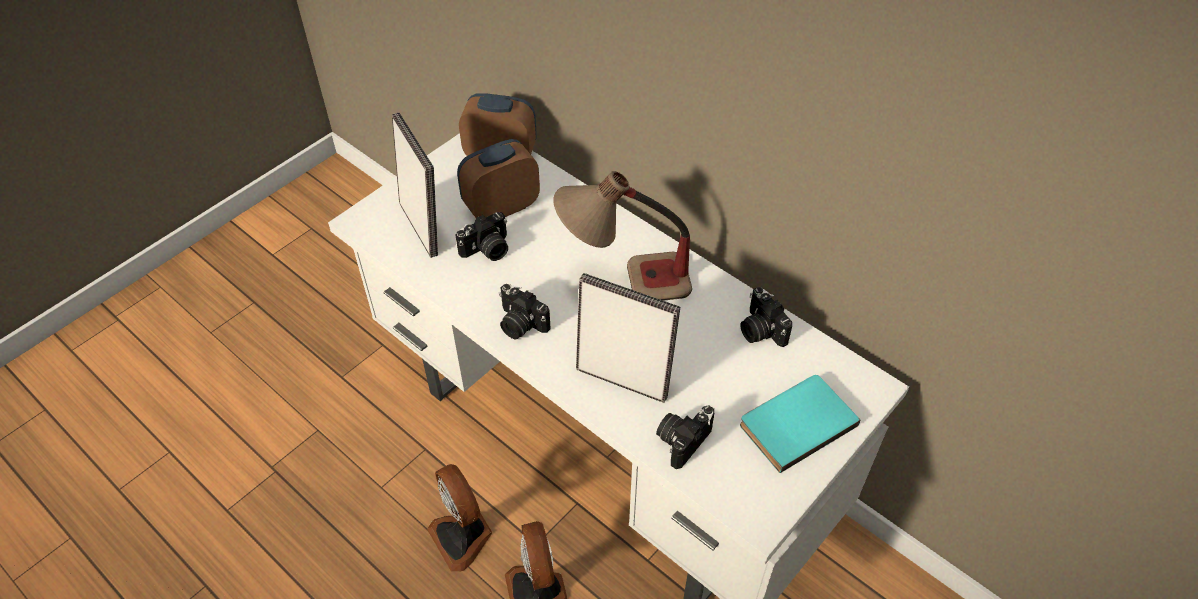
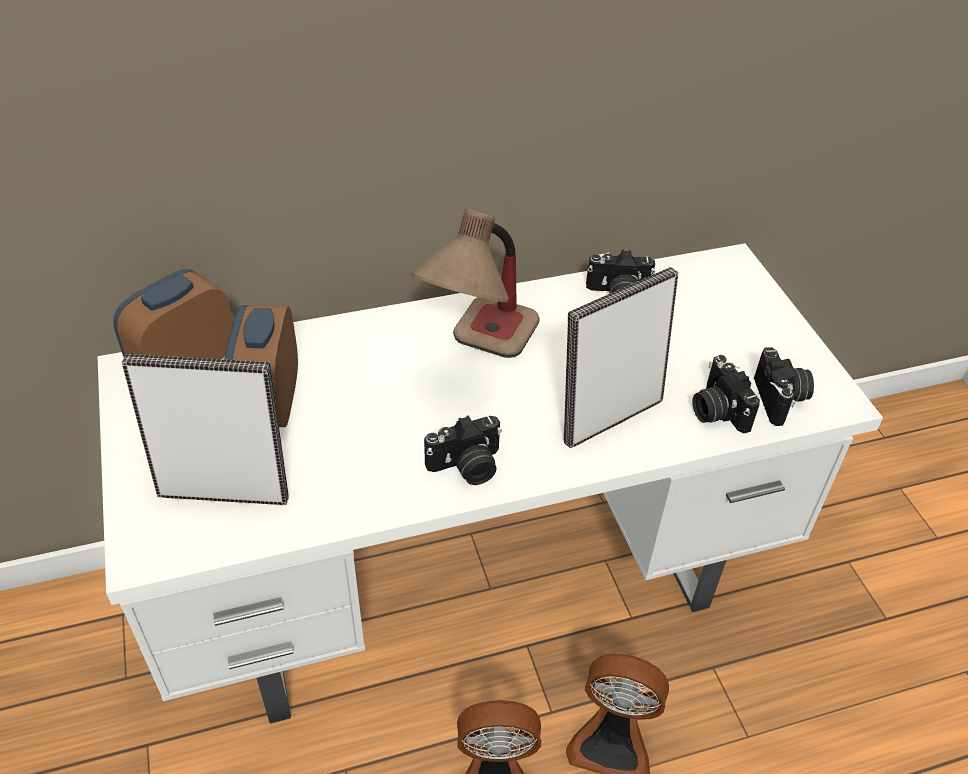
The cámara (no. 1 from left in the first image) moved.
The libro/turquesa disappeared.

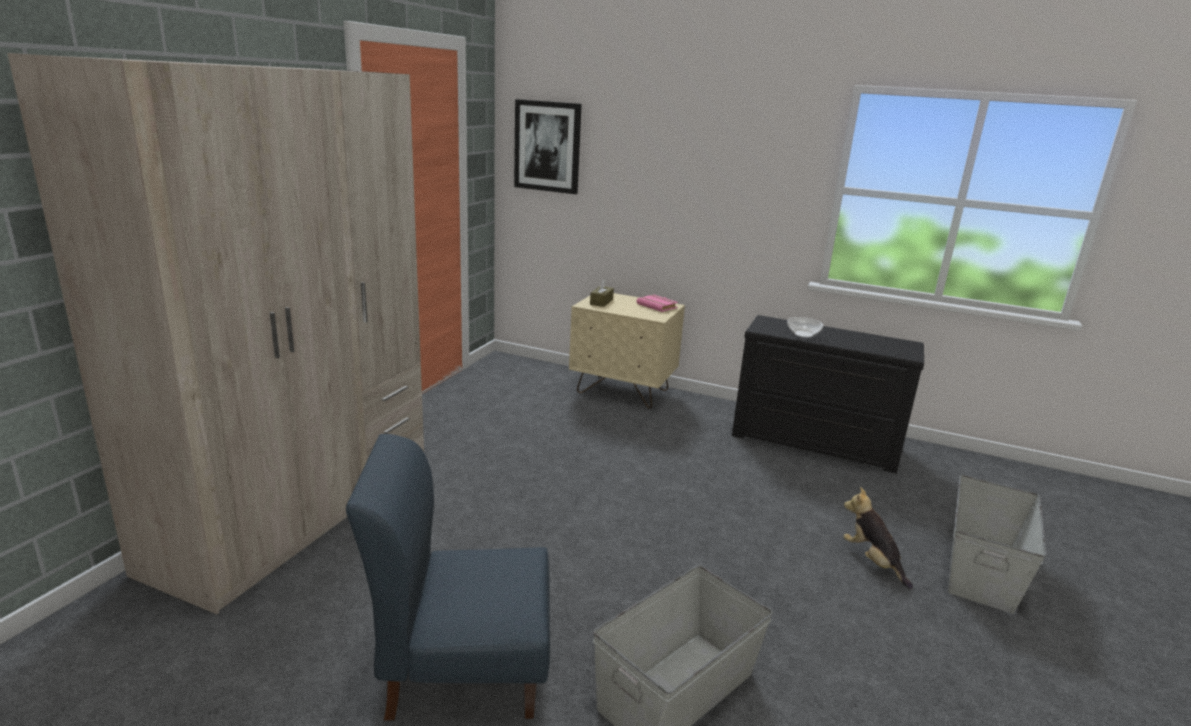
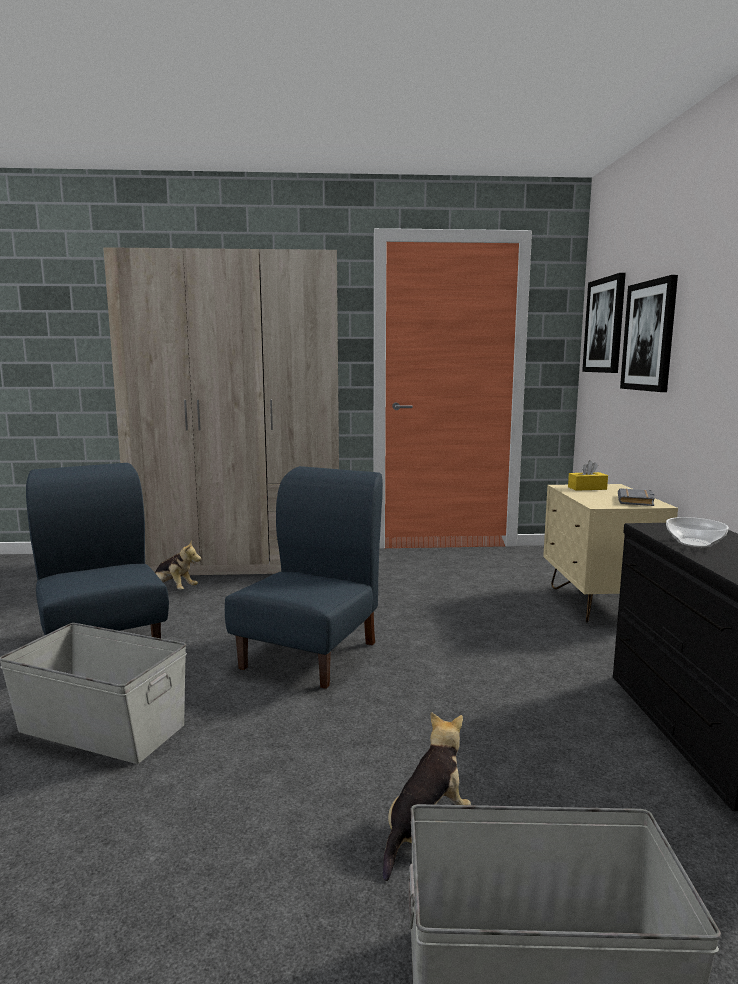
The caja de pañuelos/marrón became the caja de pañuelos/amarillo.
The libro/rosa became the libro/gris.
The cuadro (no. 2 from left) appeared.
The silla/azul (no. 2 from left) appeared.
The peluche (no. 1 from left) appeared.

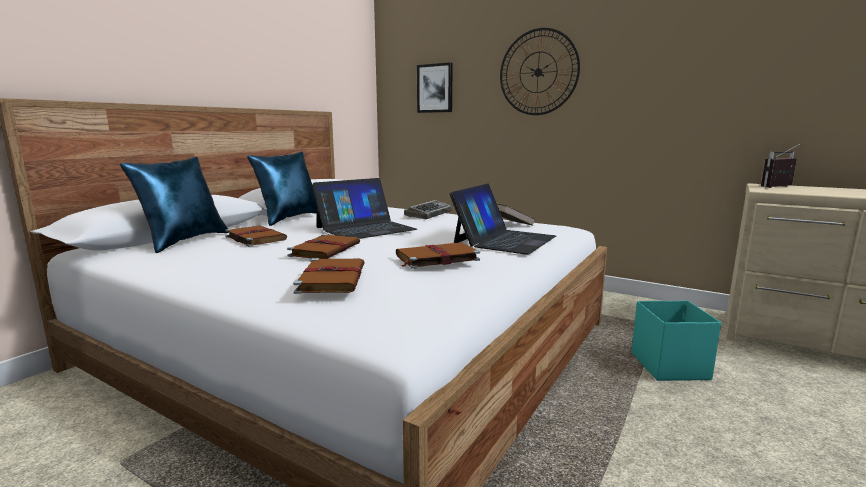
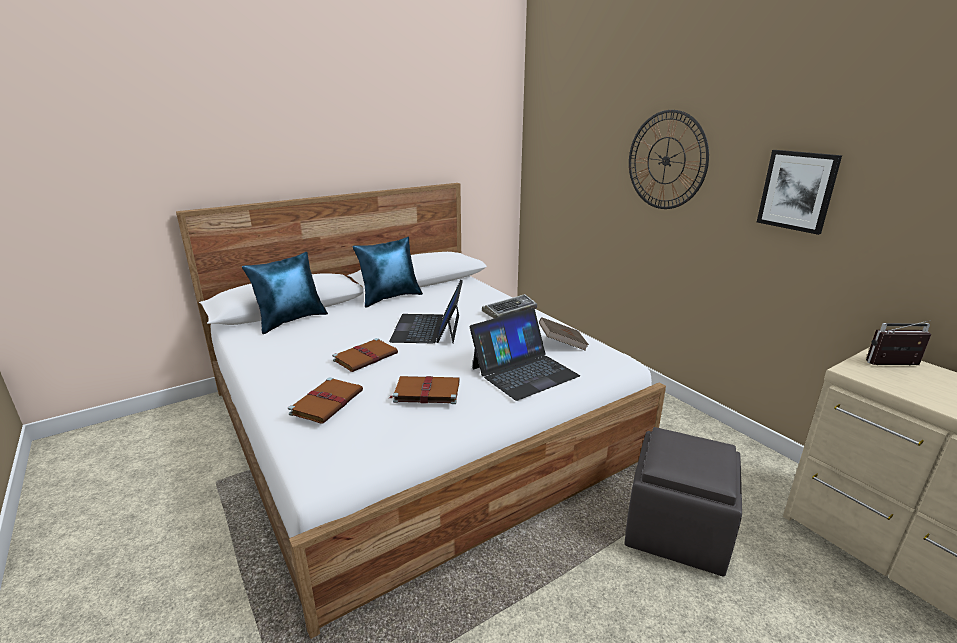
The cuadro moved.
The portátil (no. 1 from left) turned 105 degrees clockwise.
The libro/marrón (no. 1 from left) disappeared.
The caja de almacenaje/turquesa was replaced by the puf/gris.

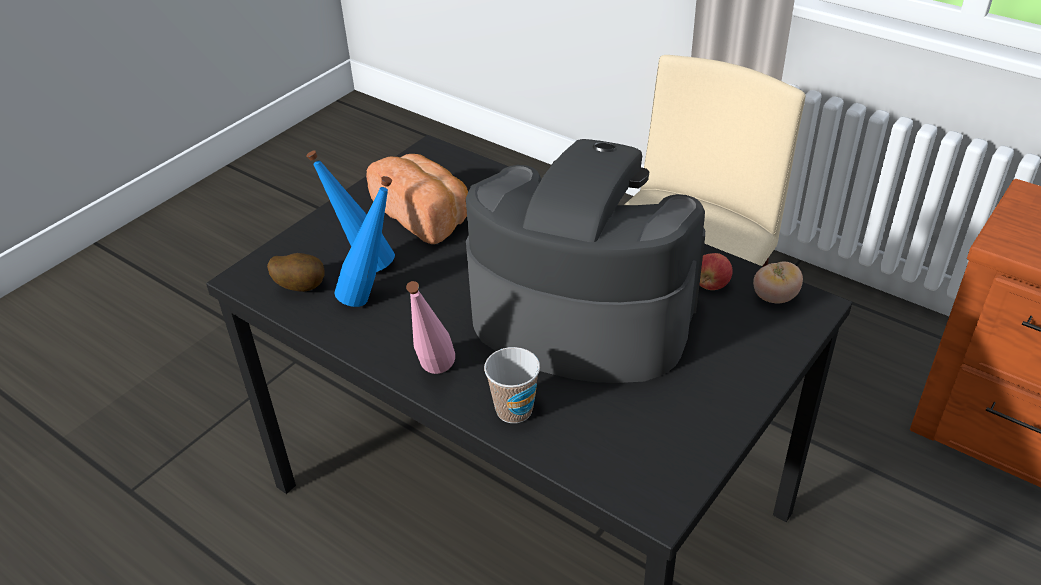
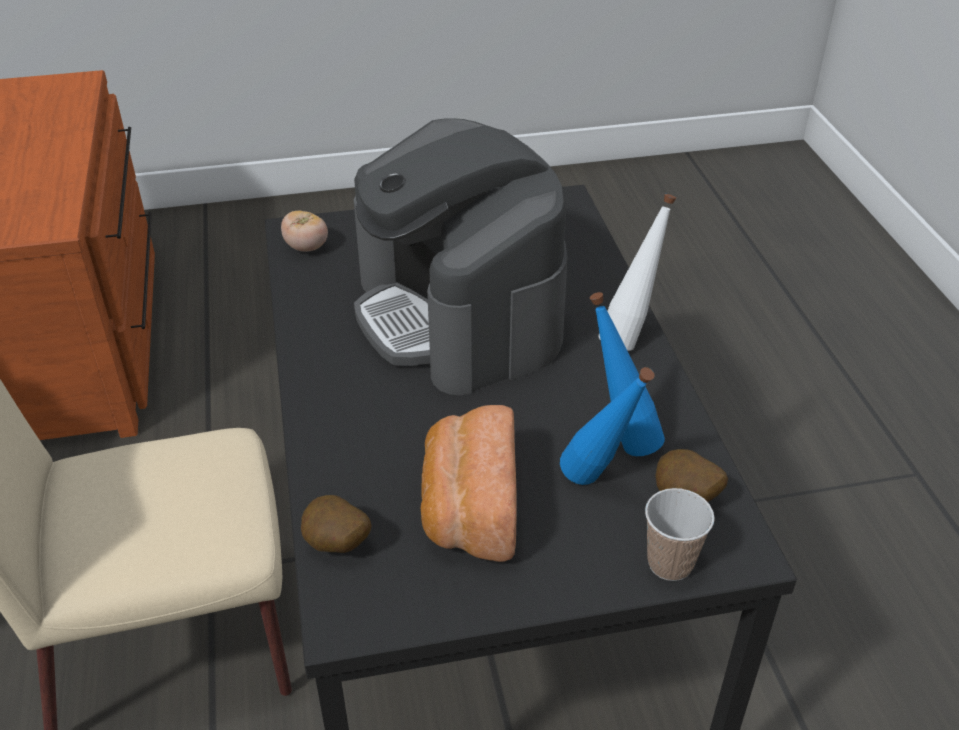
The manzana disappeared.
The botella/rosa became the botella/blanco.
The taza moved.
The patata (no. 1 from left) appeared.

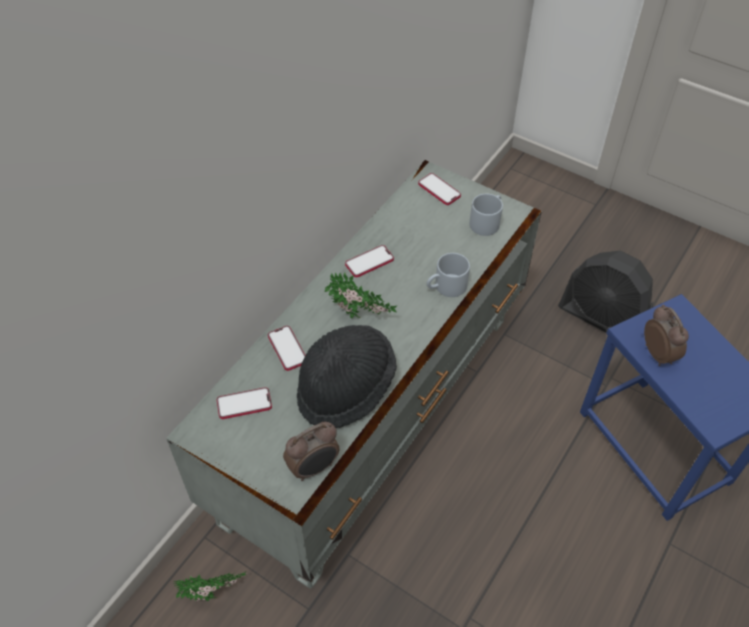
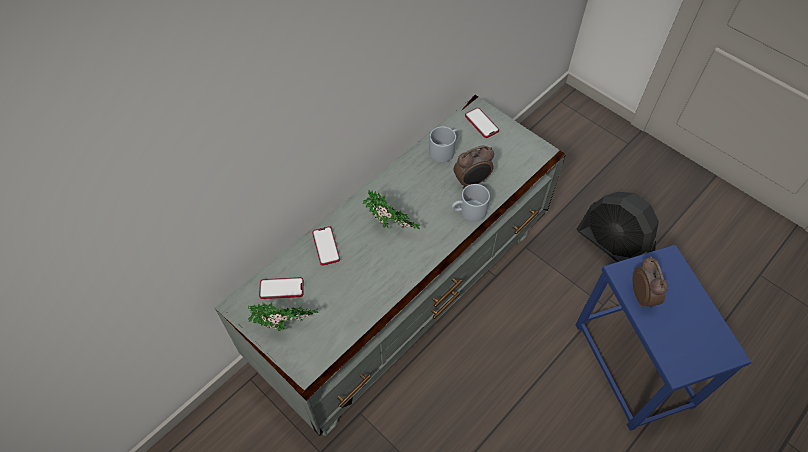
The taza grande/gris (no. 2 from left in the first image) moved.
The móvil (no. 3 from left) disappeared.
The sombrero/negro disappeared.
The despertador (no. 1 from left) moved.
The planta en maceta (no. 1 from left) moved.

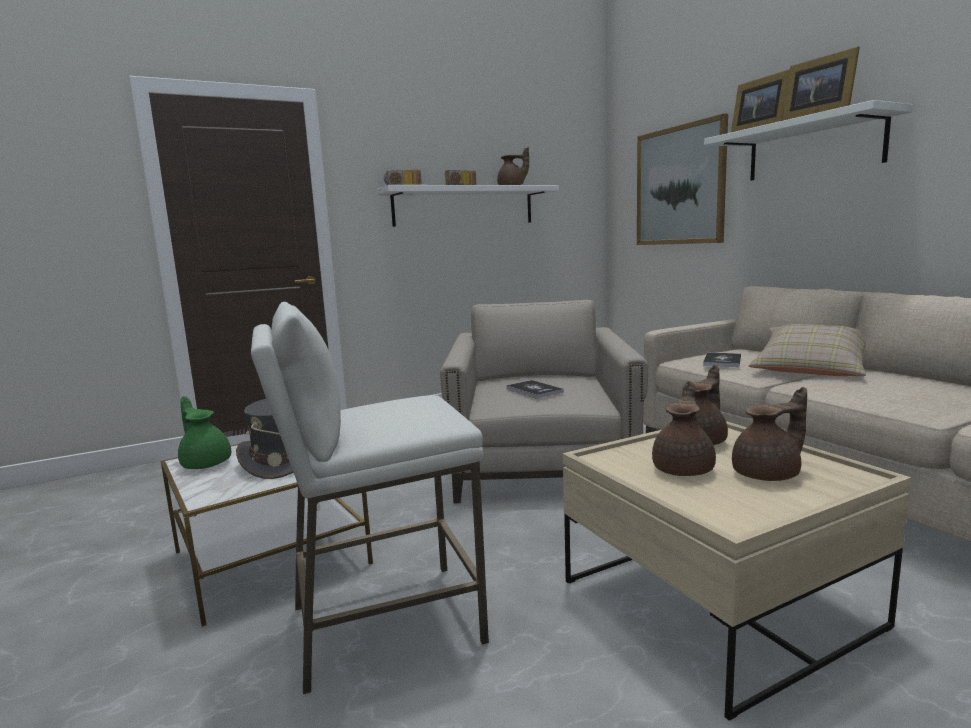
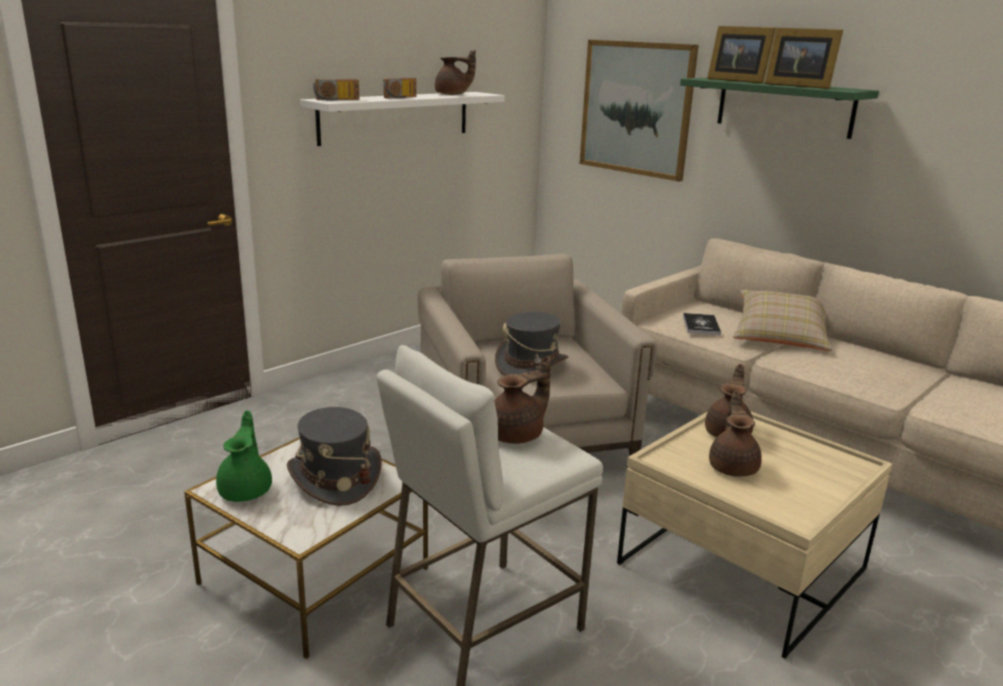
The estante/blanco (no. 2 from left) became the estante/verde.
The libro (no. 1 from left) was replaced by the sombrero/gris (no. 2 from left).
The tetera/marrón (no. 4 from left in the first image) moved.
The tetera/verde turned 60 degrees clockwise.

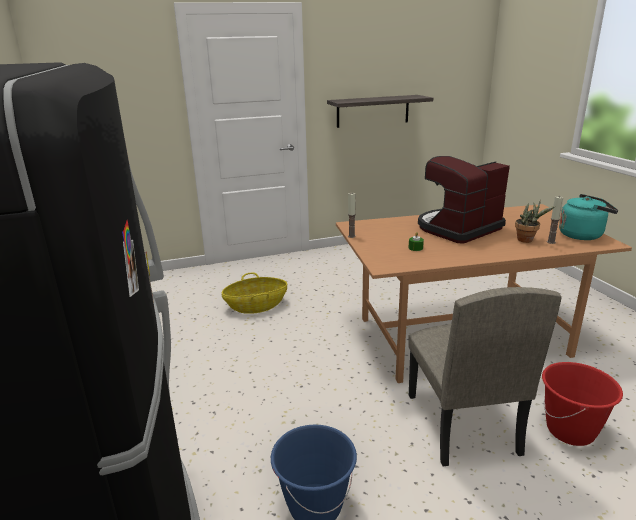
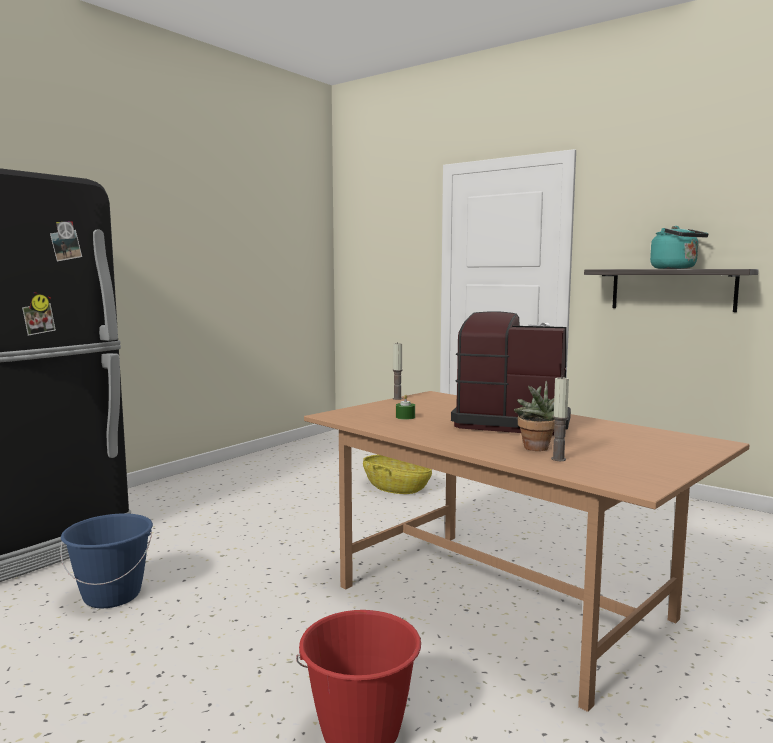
The hervidor/turquesa moved.
The silla/beis disappeared.

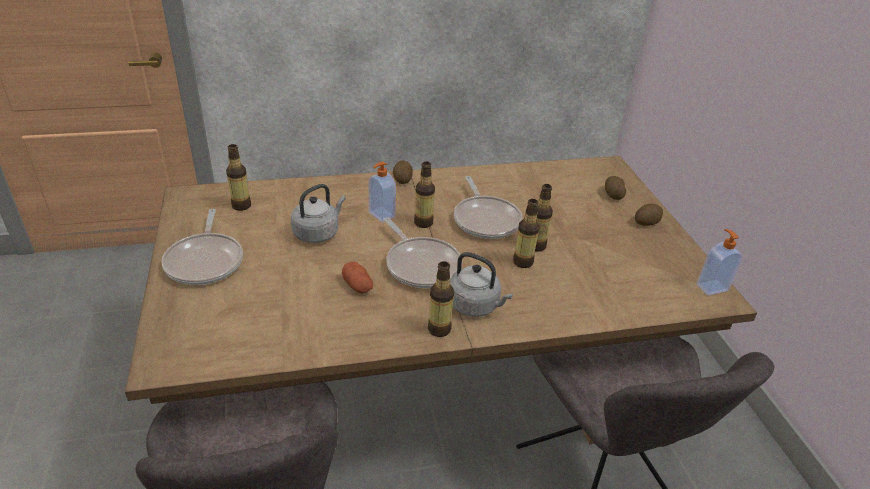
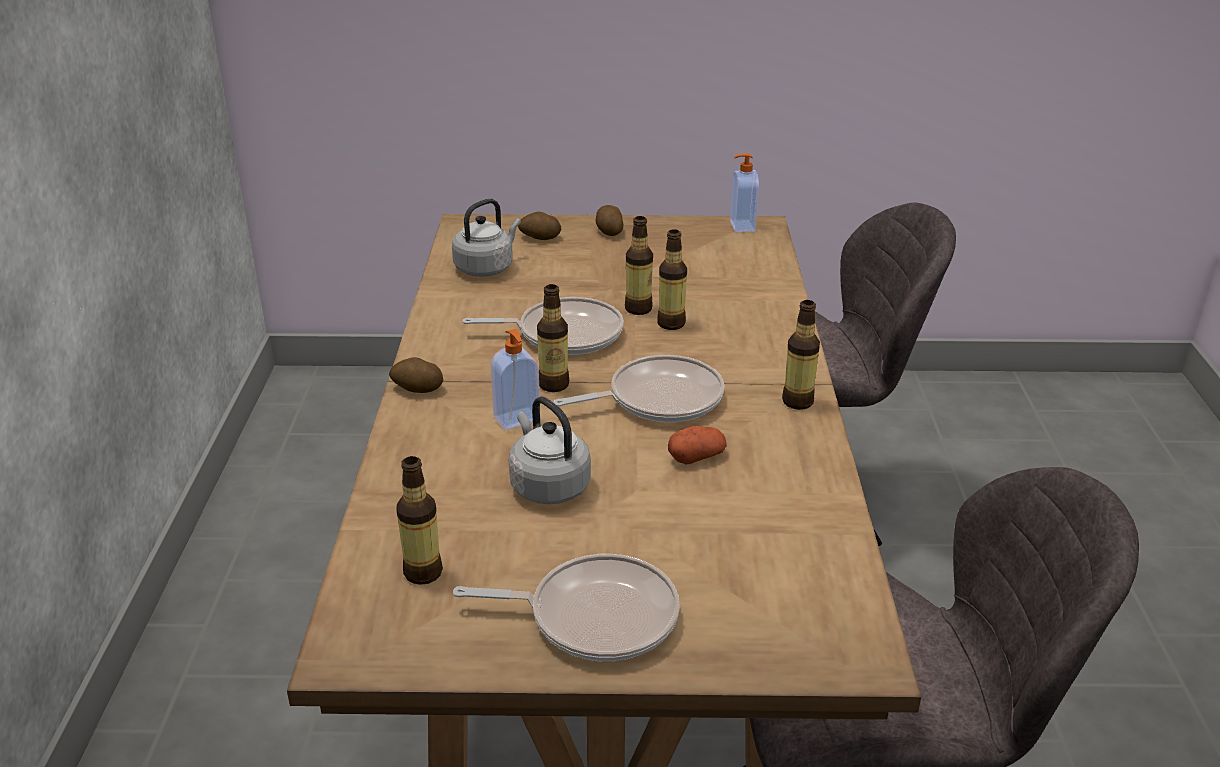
The hervidor/gris (no. 2 from left in the first image) moved.

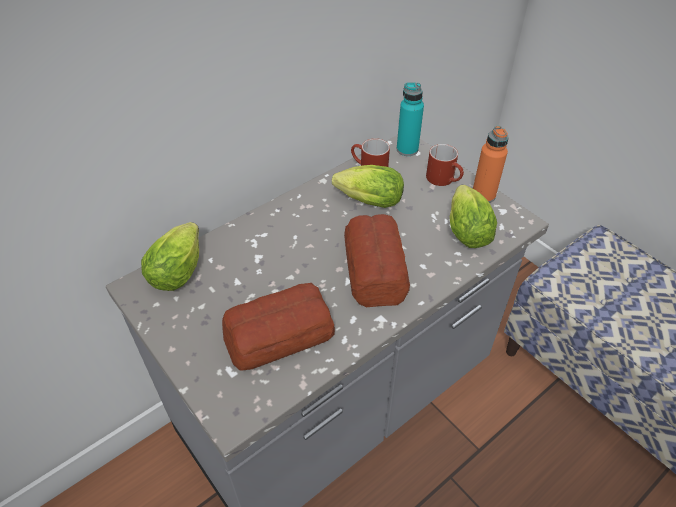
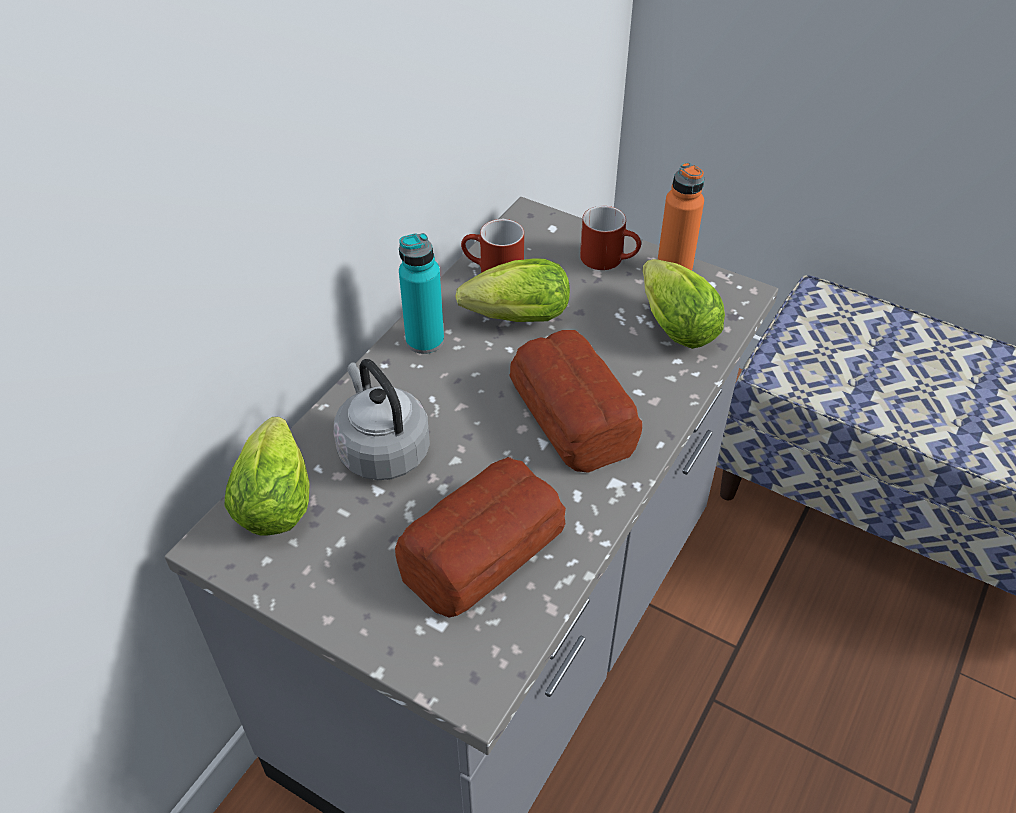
The botella/turquesa moved.
The hervidor/gris appeared.

